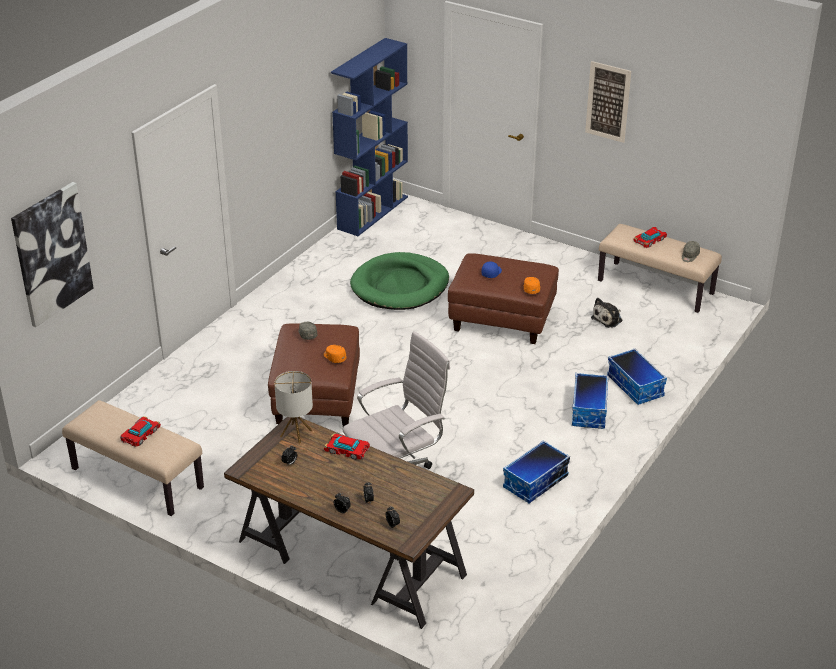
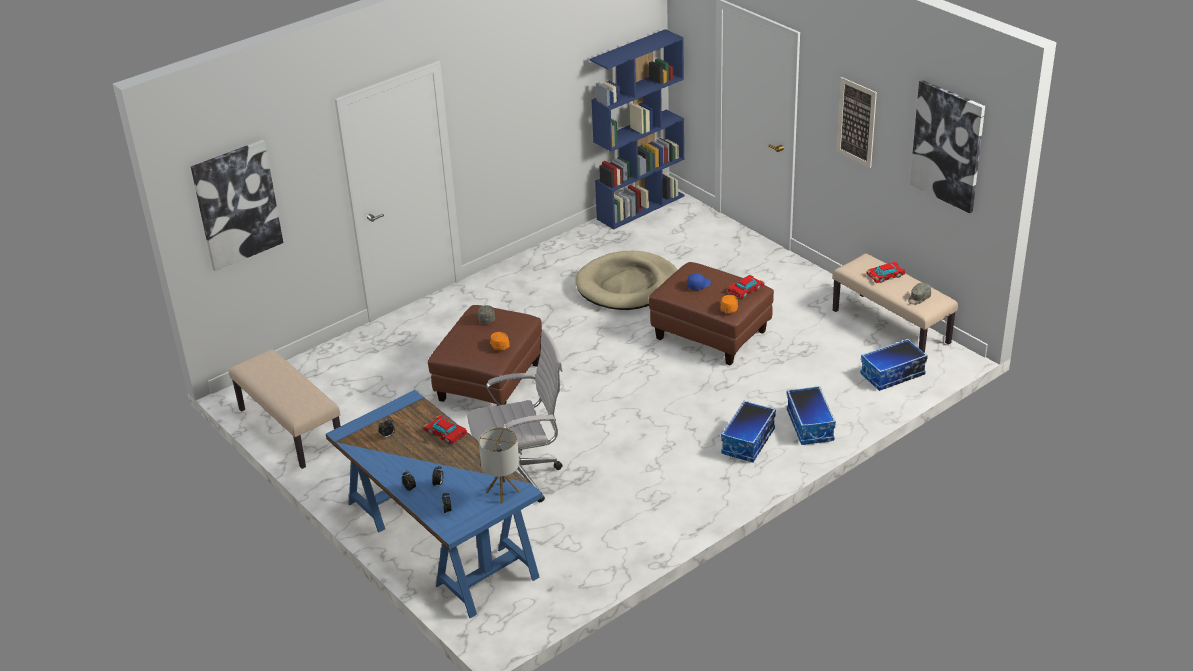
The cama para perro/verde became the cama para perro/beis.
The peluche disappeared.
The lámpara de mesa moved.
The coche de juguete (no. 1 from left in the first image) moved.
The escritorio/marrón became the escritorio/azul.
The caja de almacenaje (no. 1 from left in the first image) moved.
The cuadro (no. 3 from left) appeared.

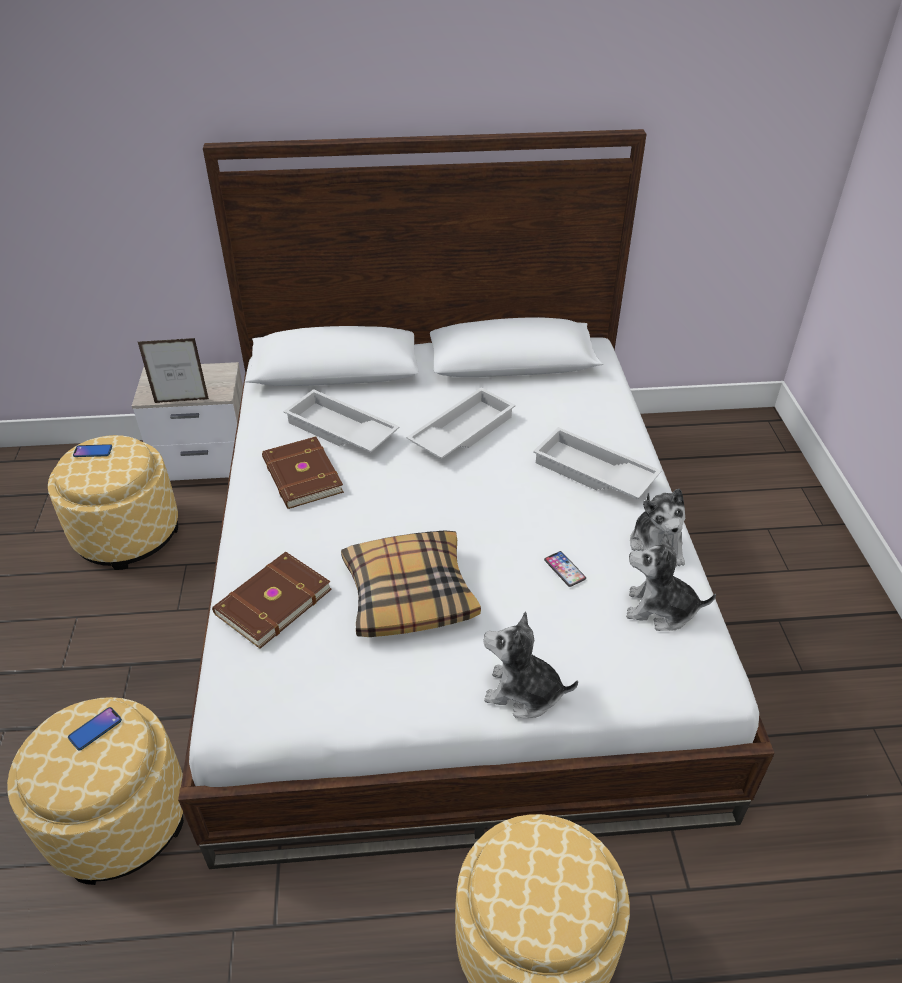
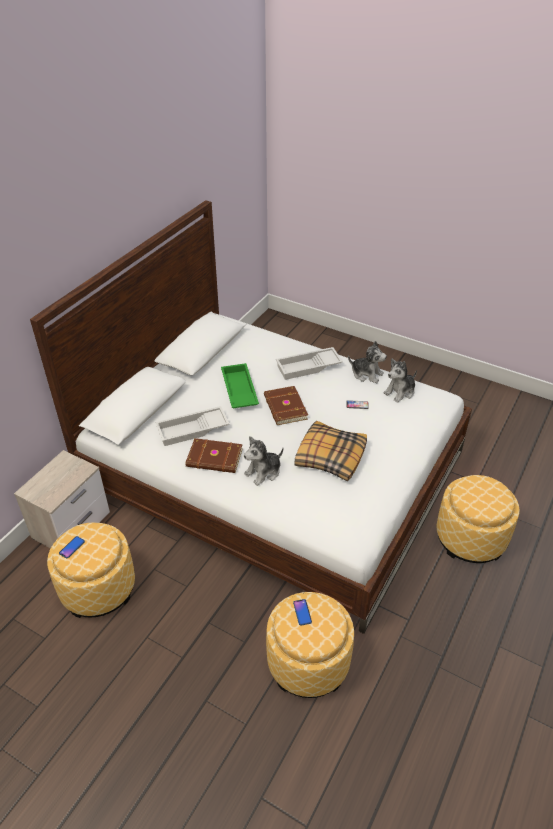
The portarretratos disappeared.
The bandeja/blanco (no. 2 from left) became the bandeja/verde.
The libro/marrón (no. 1 from left in the first image) moved.
The peluche (no. 1 from left) moved.

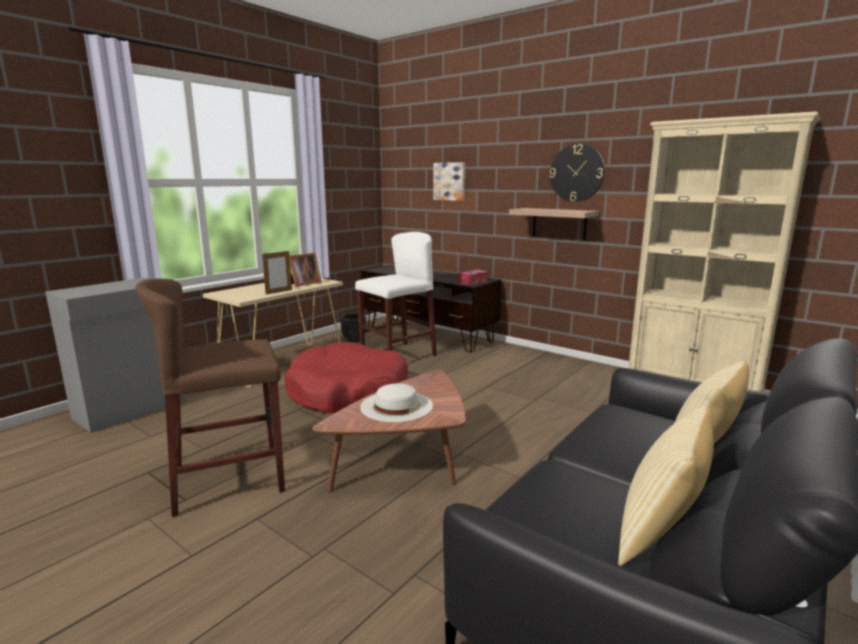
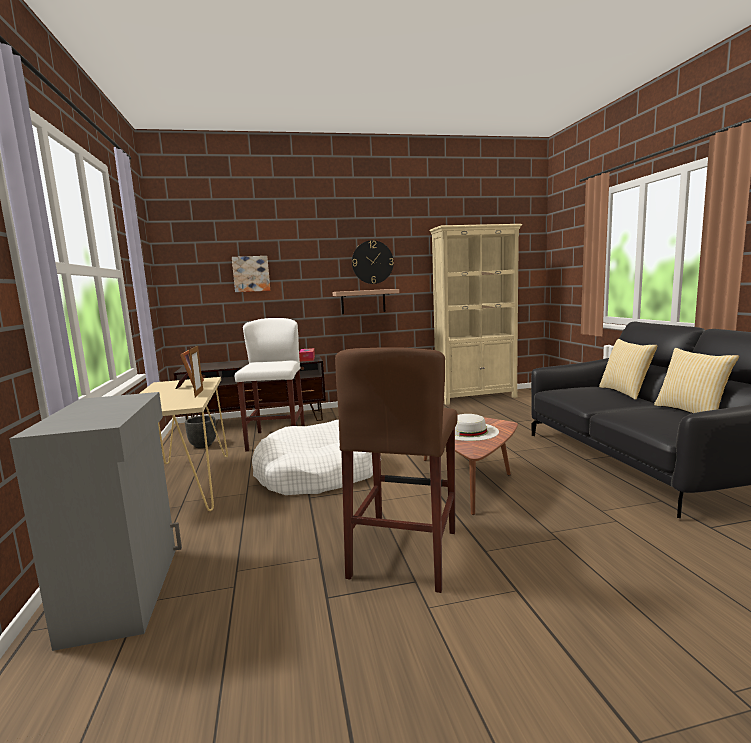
The cama para perro/rojo became the cama para perro/blanco.

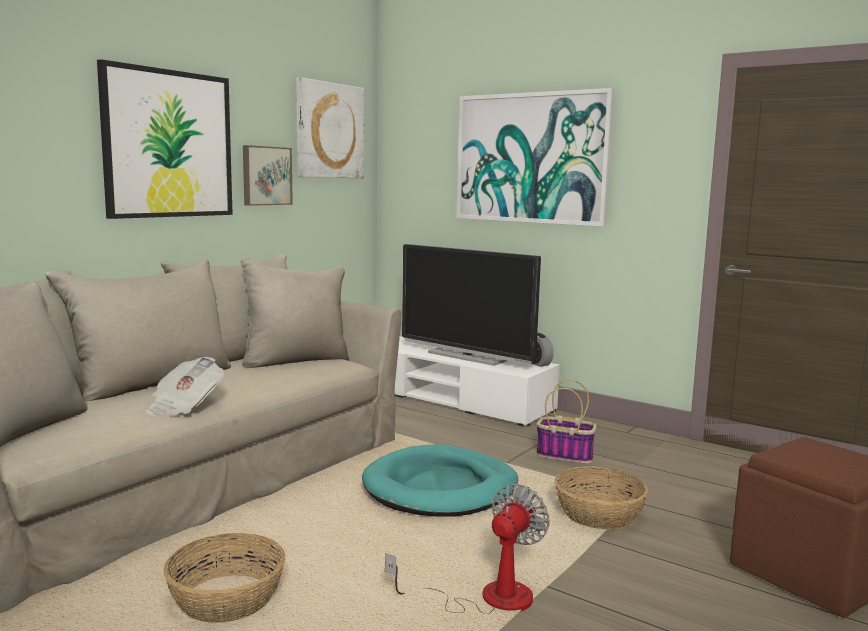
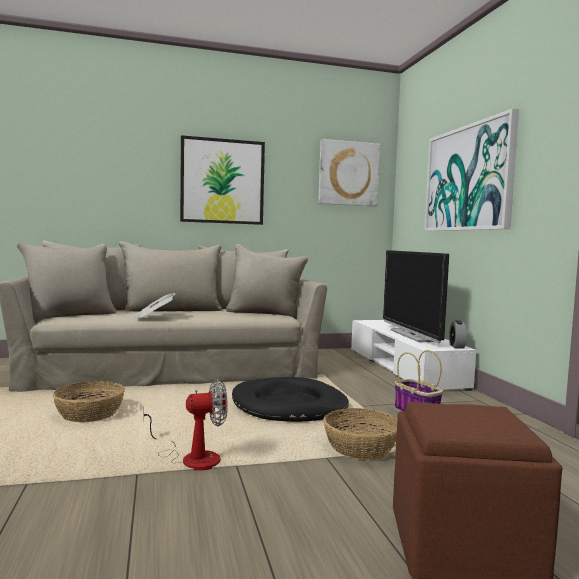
The cuadro (no. 2 from left) disappeared.
The cama para perro/turquesa became the cama para perro/negro.

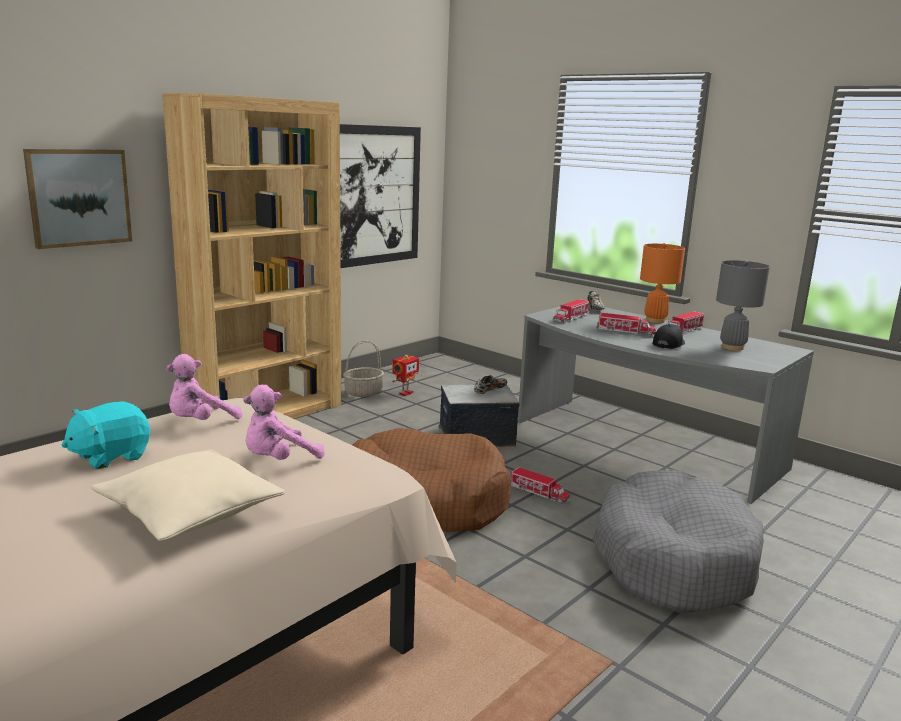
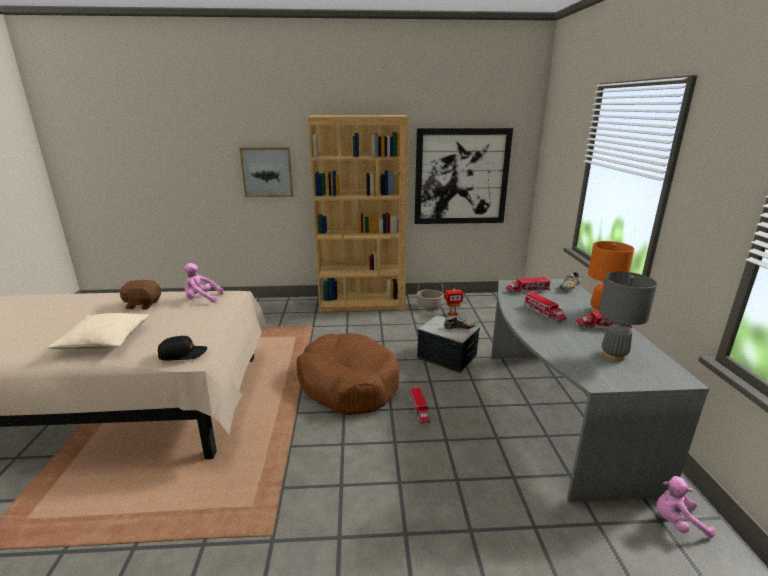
The gorra/negro moved.
The peluche/rosa (no. 2 from left) moved.
The peluche/turquesa became the peluche/marrón.
The cama para perro/gris disappeared.

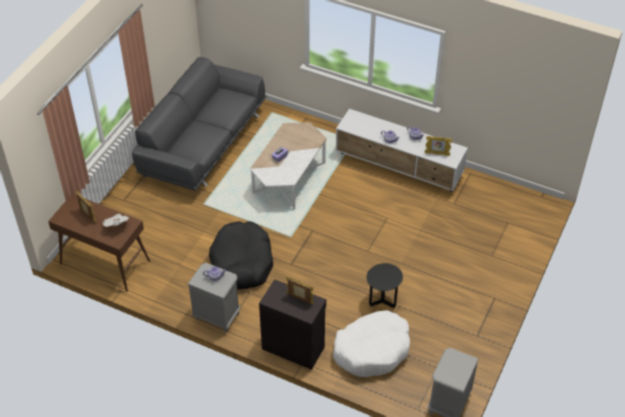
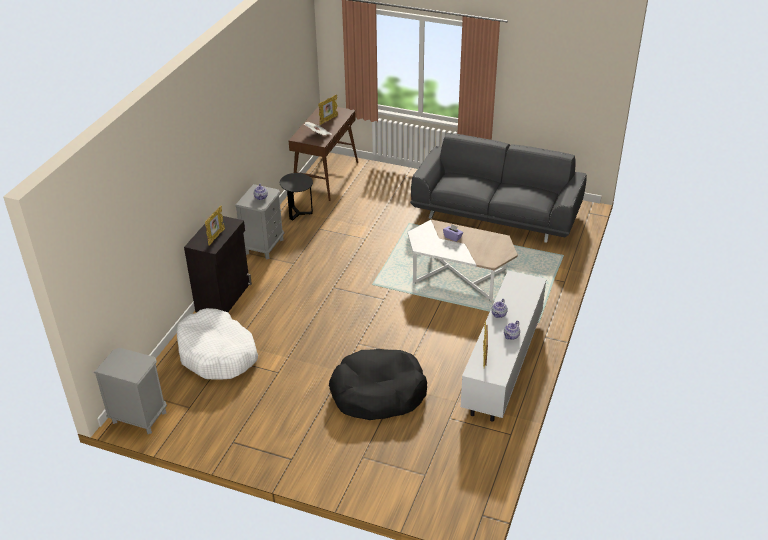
The cama para perro/negro moved.
The mesa auxiliar/negro moved.

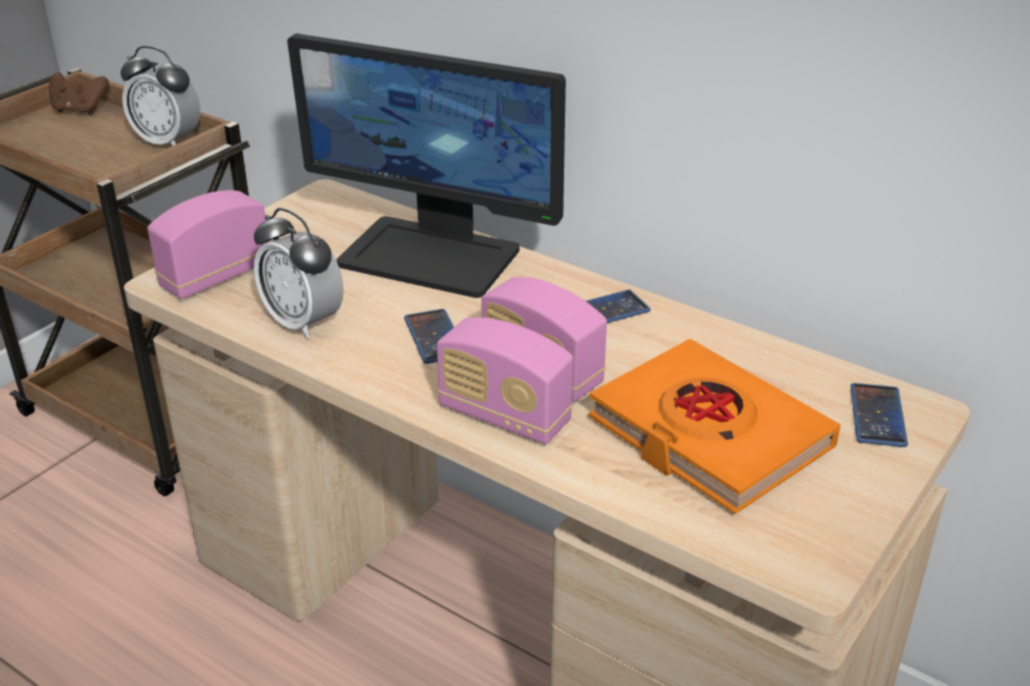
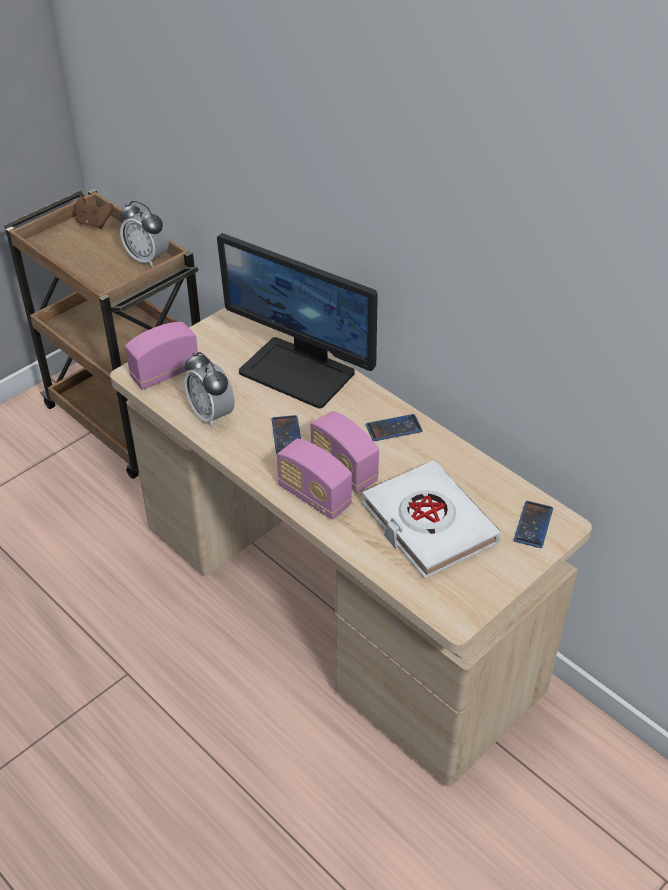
The libro/naranja became the libro/blanco.

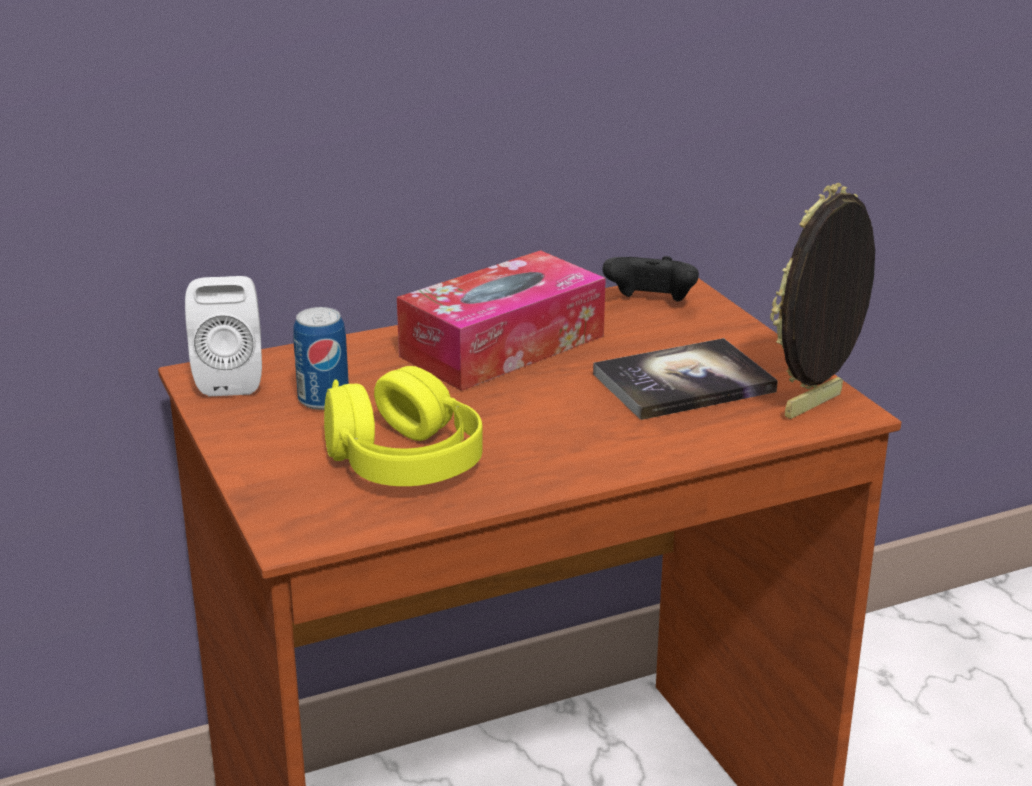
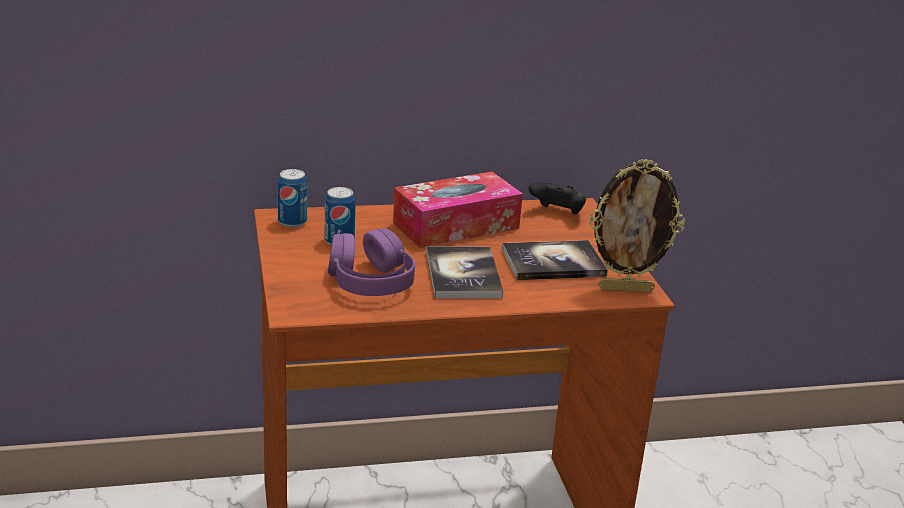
The portarretratos turned 150 degrees counterclockwise.
The altavoz/blanco was replaced by the lata (no. 1 from left).
The auriculares/amarillo became the auriculares/morado.
The libro (no. 1 from left) appeared.

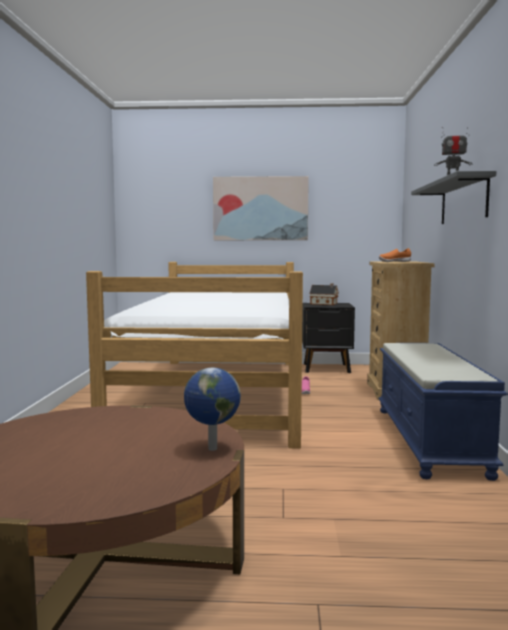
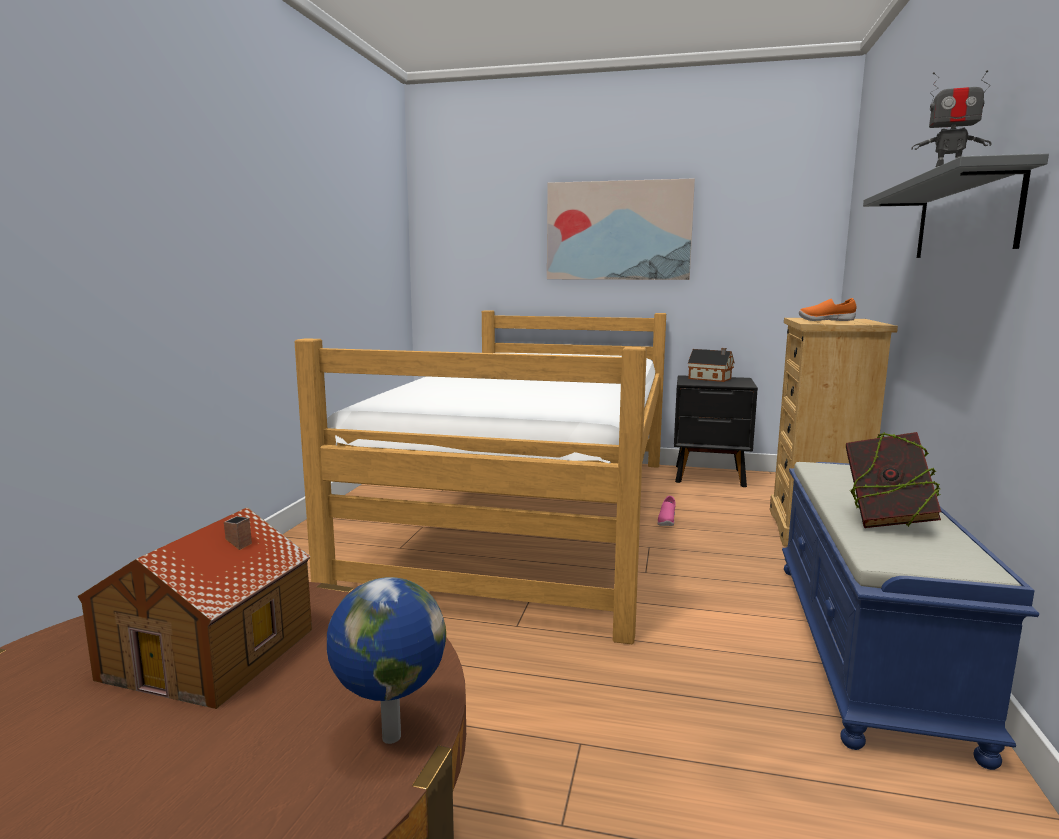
The libro appeared.
The casita (no. 1 from left) appeared.

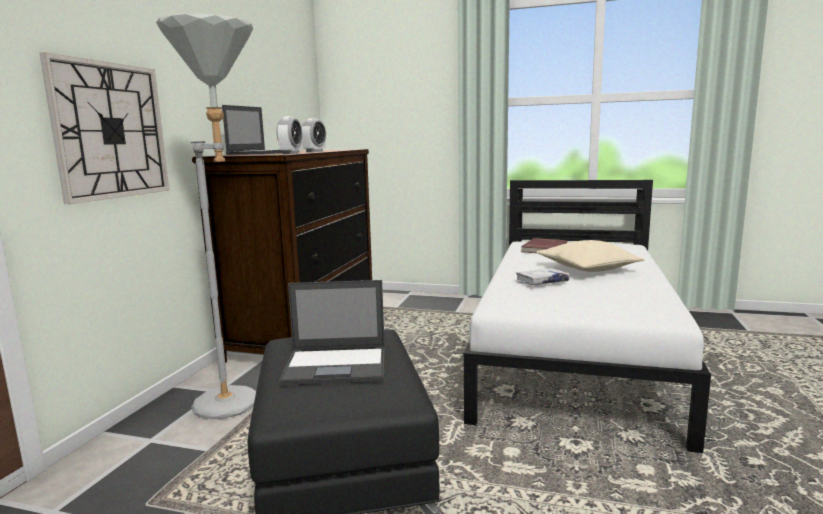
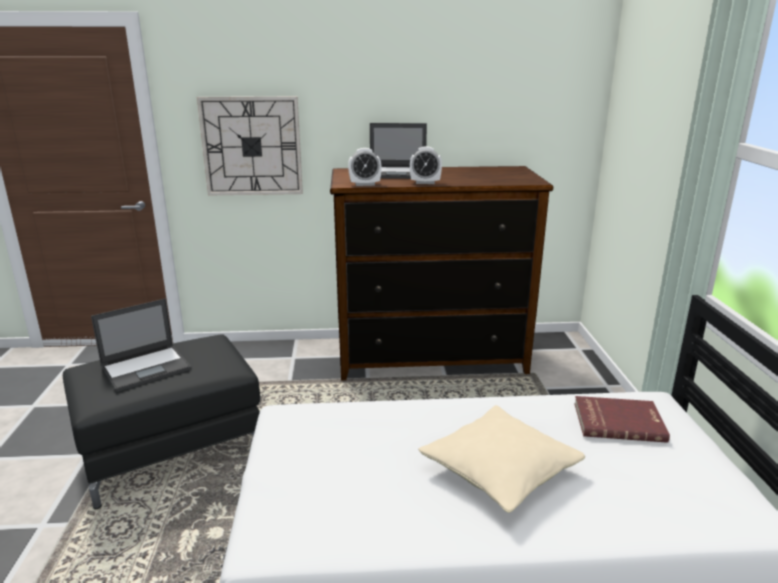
The lámpara de pie/gris disappeared.
The libro/blanco disappeared.
The portátil (no. 2 from left in the first image) turned 105 degrees counterclockwise.

